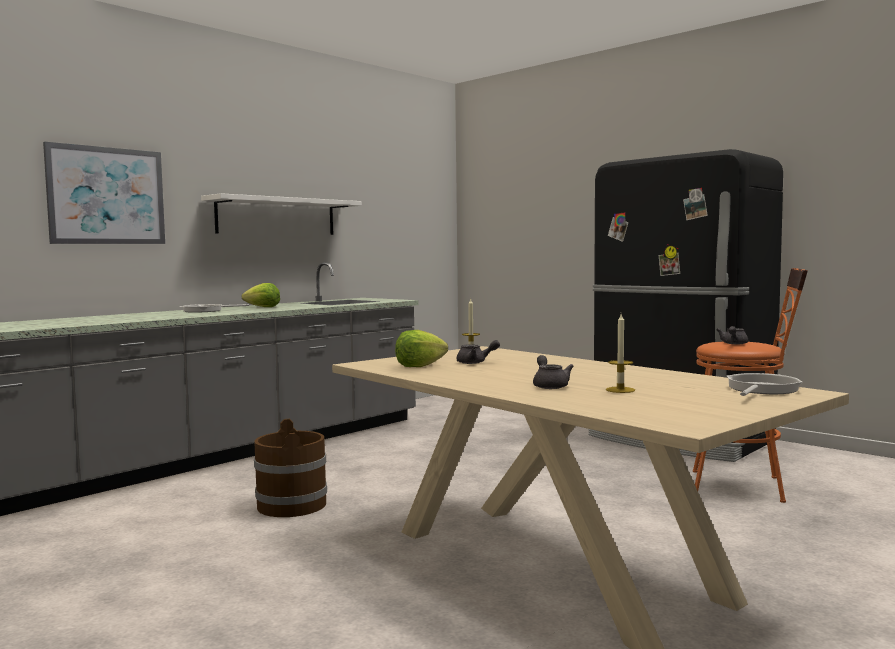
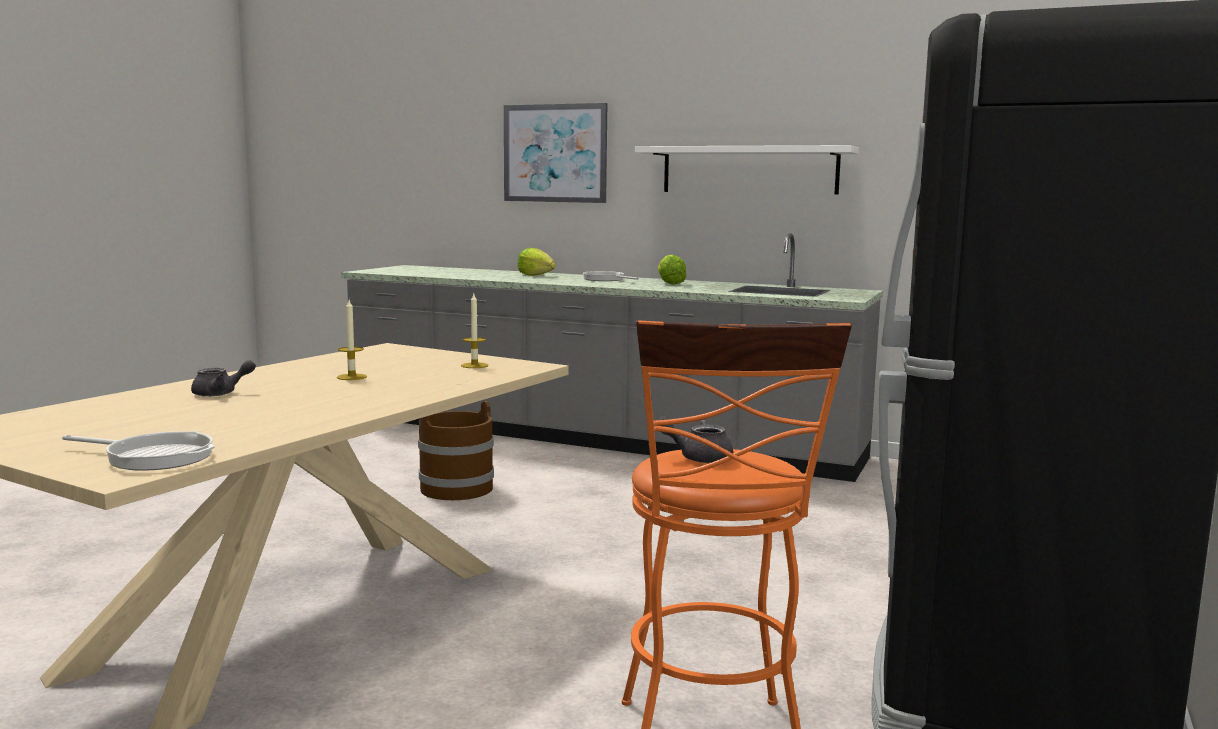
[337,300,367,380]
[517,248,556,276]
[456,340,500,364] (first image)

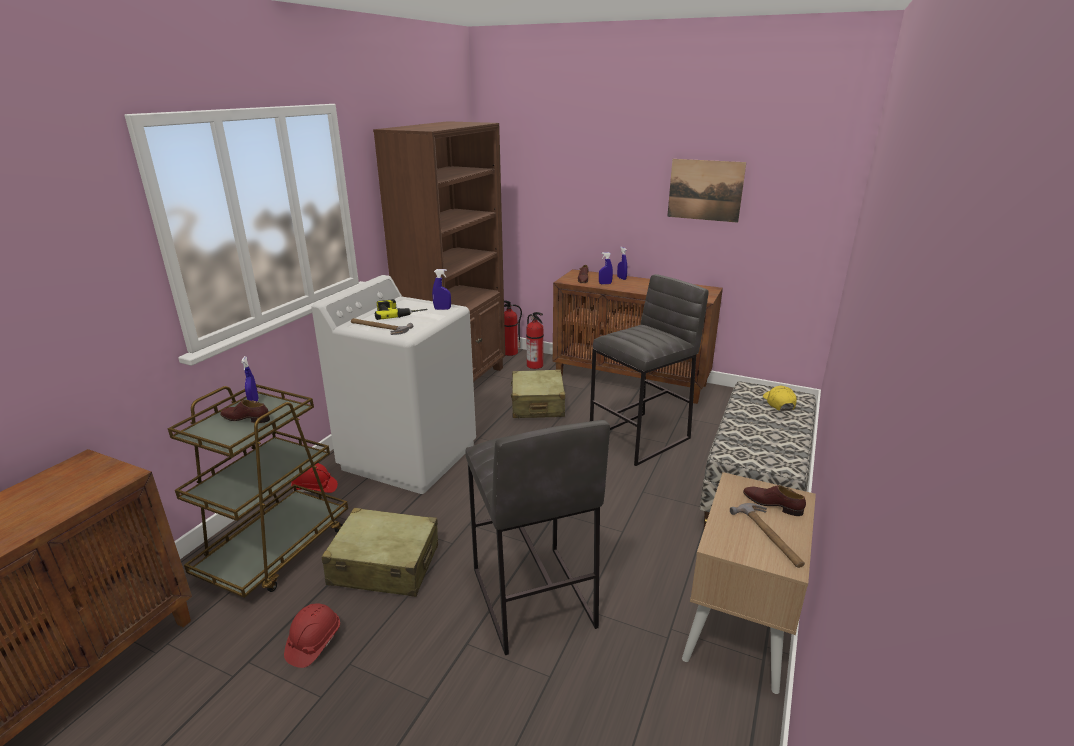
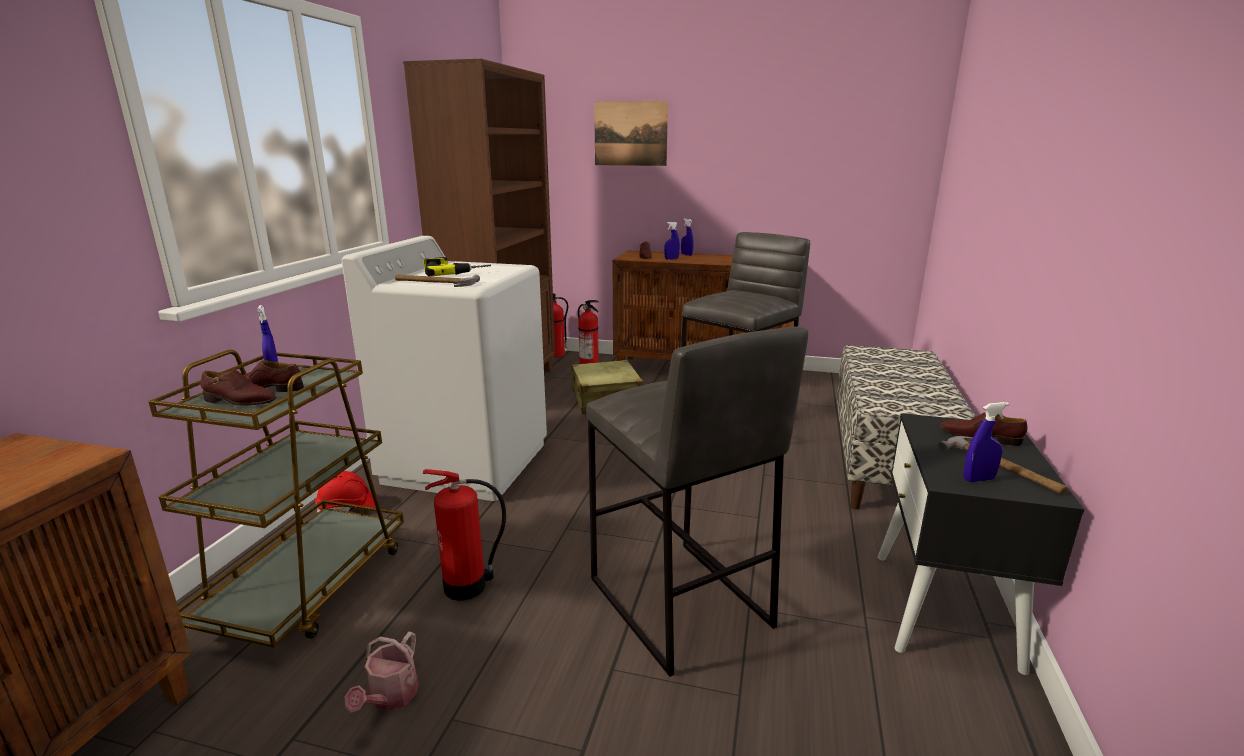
[594,101,668,166]
[963,402,1009,482]
[763,385,797,411] (first image)
[878,413,1084,675]
[423,469,506,601]
[345,632,419,712]
[200,369,276,406]

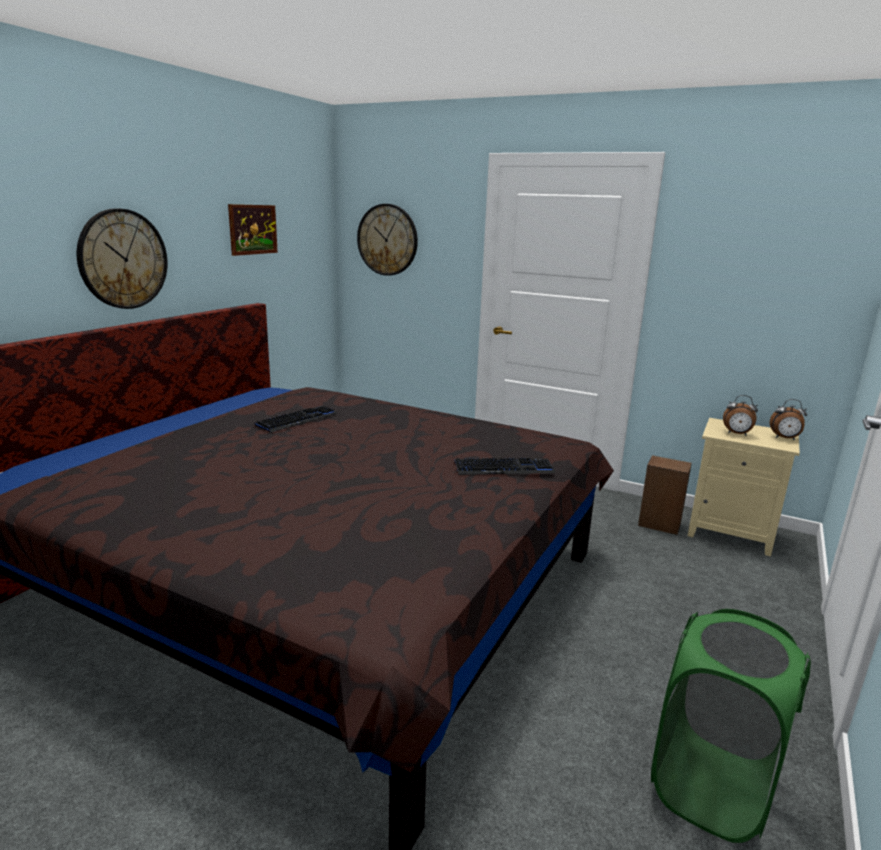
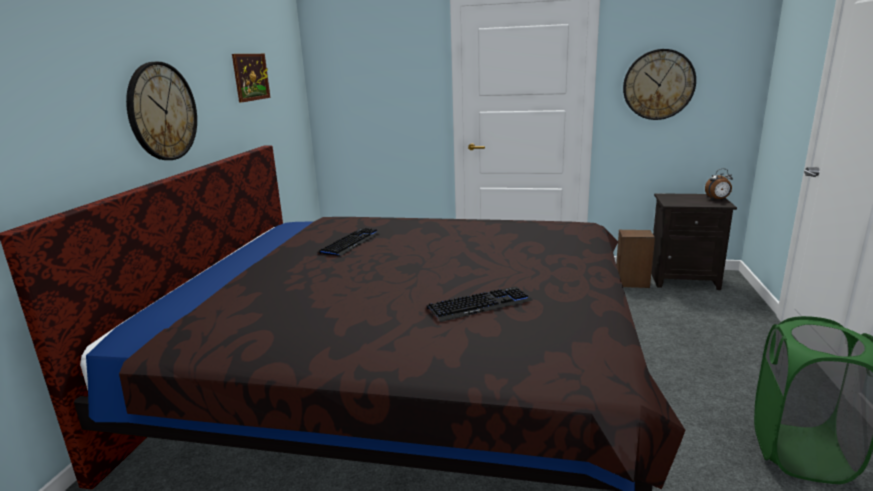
[623,49,696,120]
[723,395,758,435] (first image)
[651,193,737,290]
[427,286,532,322]

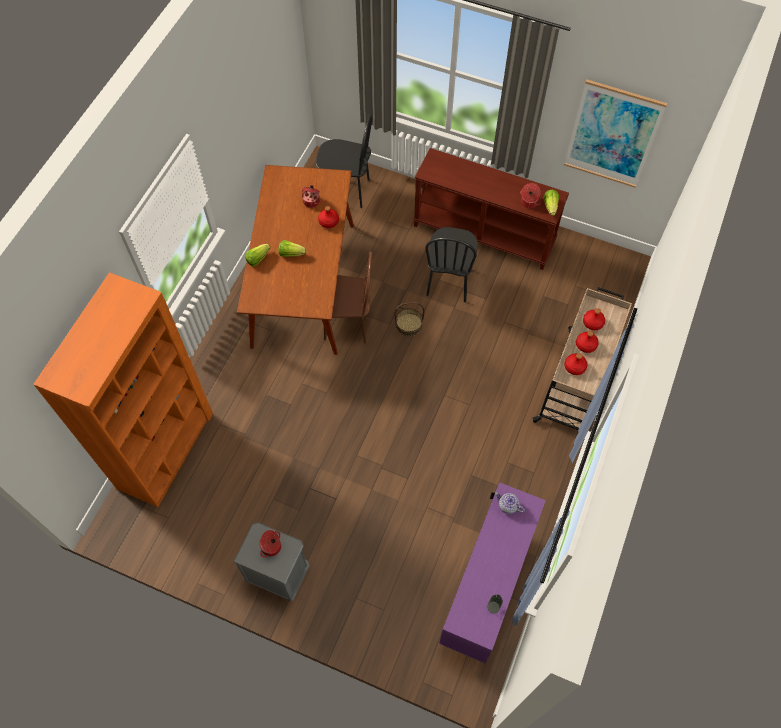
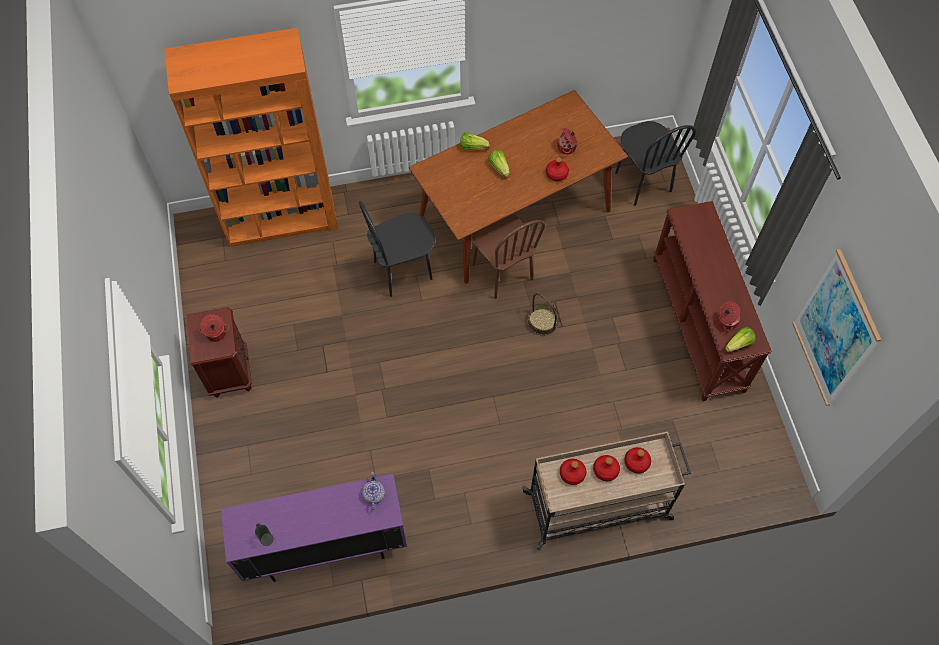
[359,201,435,297]
[186,307,252,398]

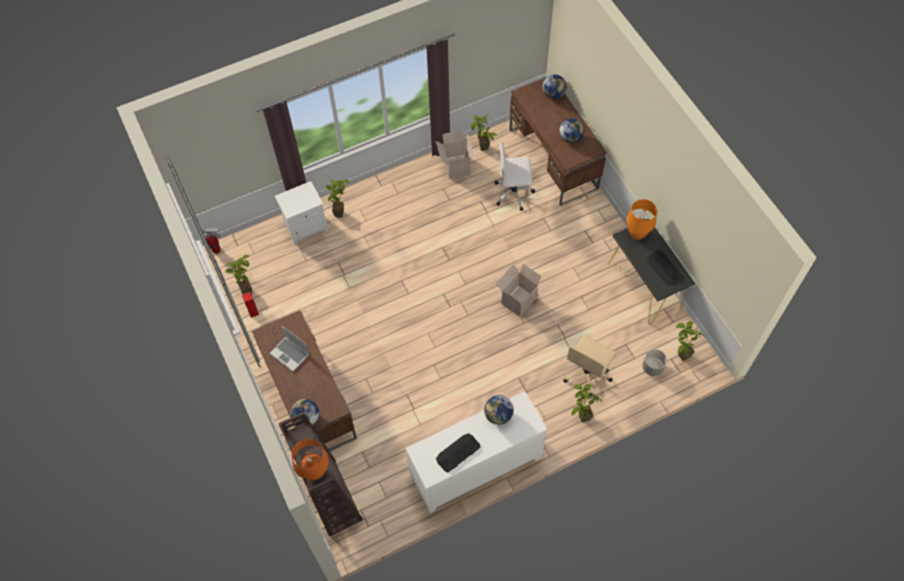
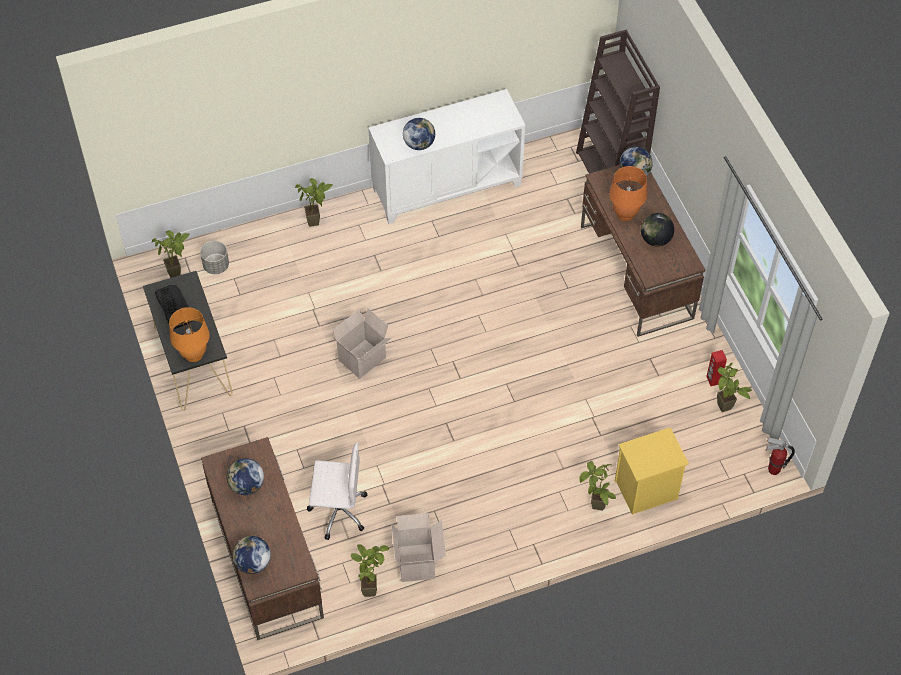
[615,427,689,515]
[641,213,674,247]
[563,334,616,397] (first image)
[436,433,480,472] (first image)
[609,166,647,221]

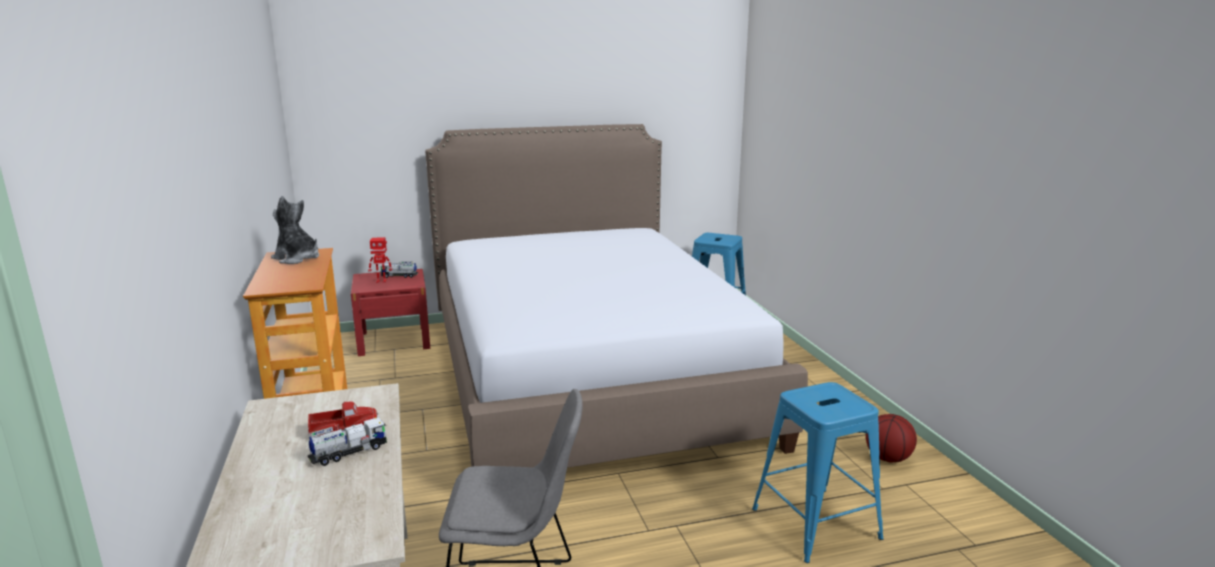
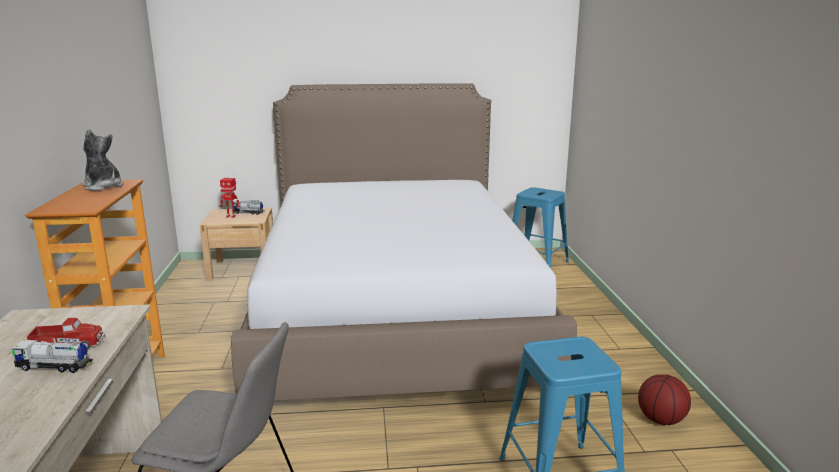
[200,208,273,281]
[12,338,93,373]

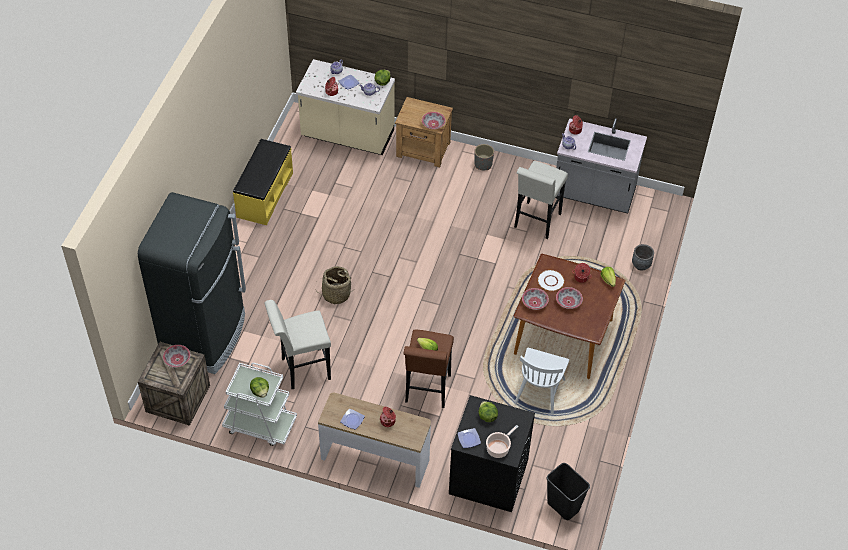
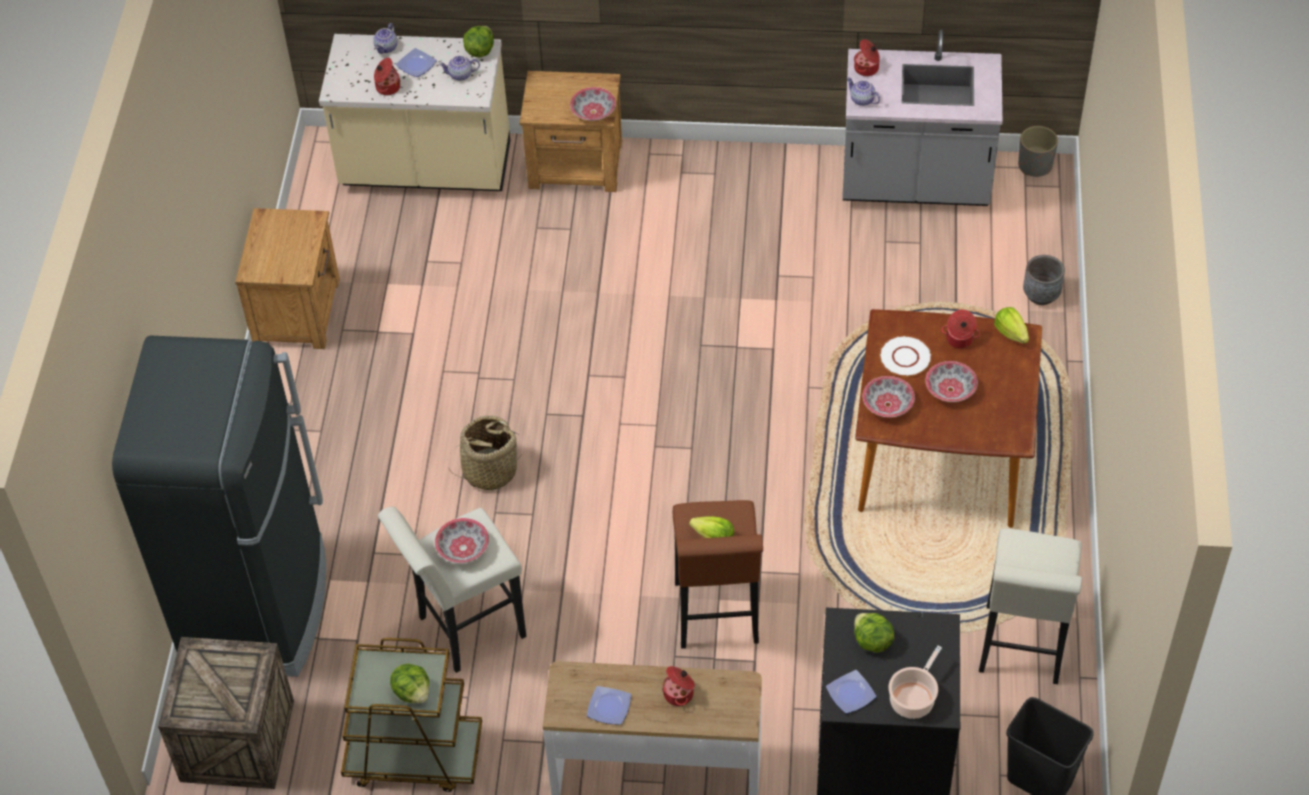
[235,208,340,349]
[1018,126,1058,177]
[979,528,1082,684]
[435,518,489,563]
[514,348,569,415] (first image)
[341,638,482,792]

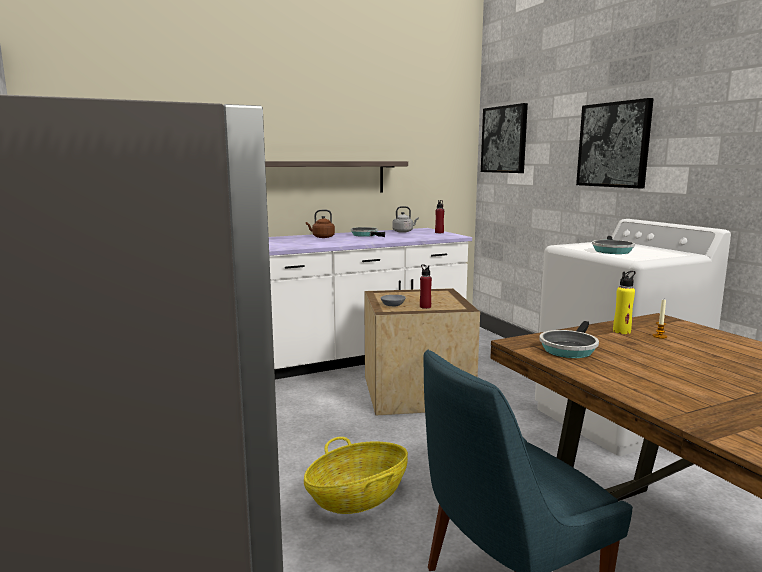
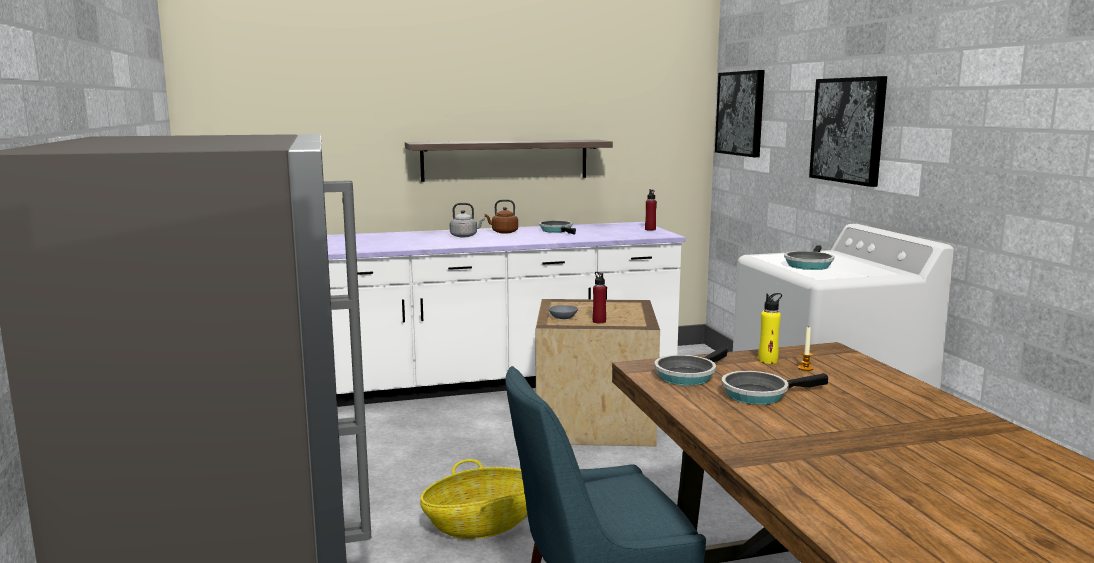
[450,203,485,237]
[722,371,828,405]

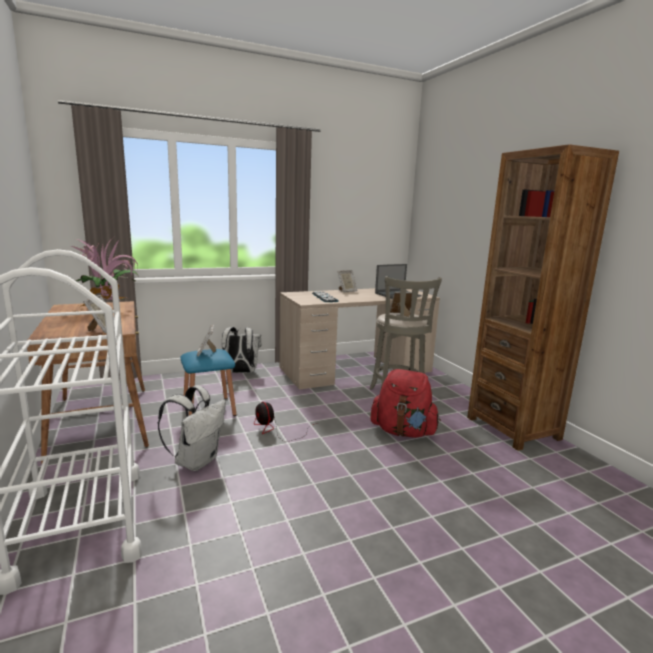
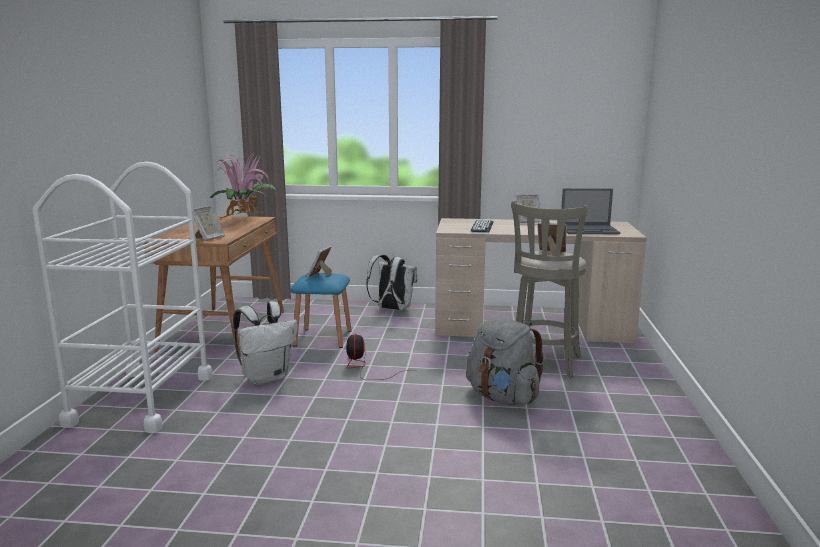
[467,144,619,451] (first image)
[466,317,545,405]

